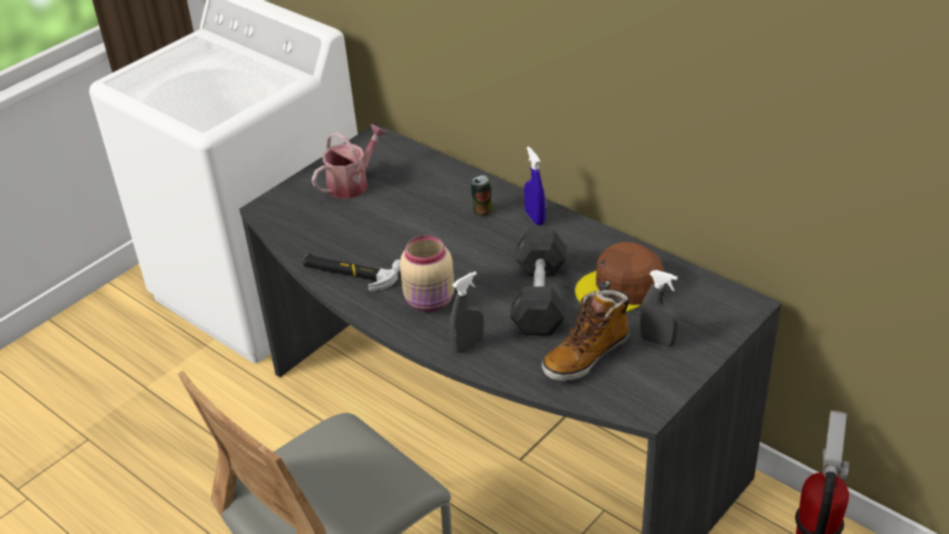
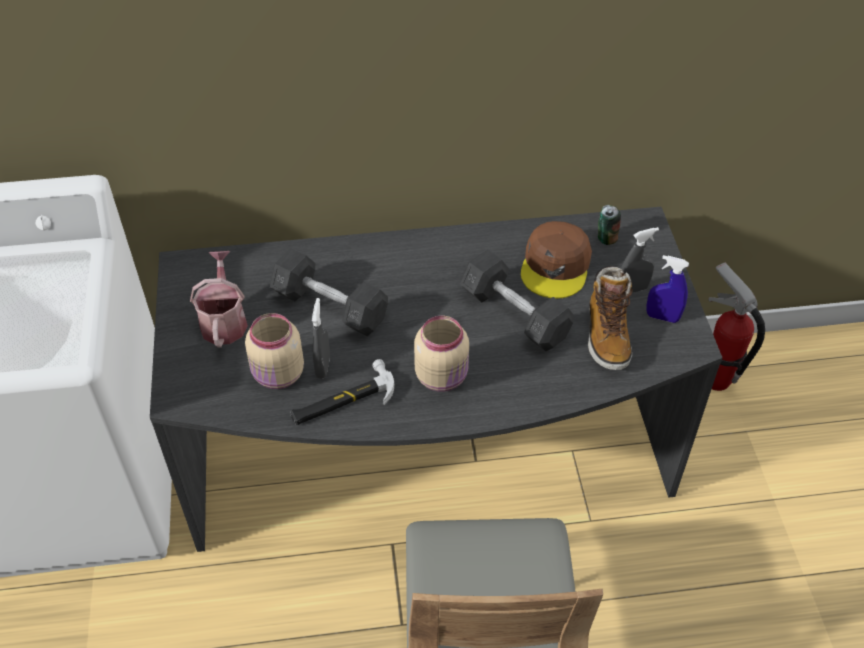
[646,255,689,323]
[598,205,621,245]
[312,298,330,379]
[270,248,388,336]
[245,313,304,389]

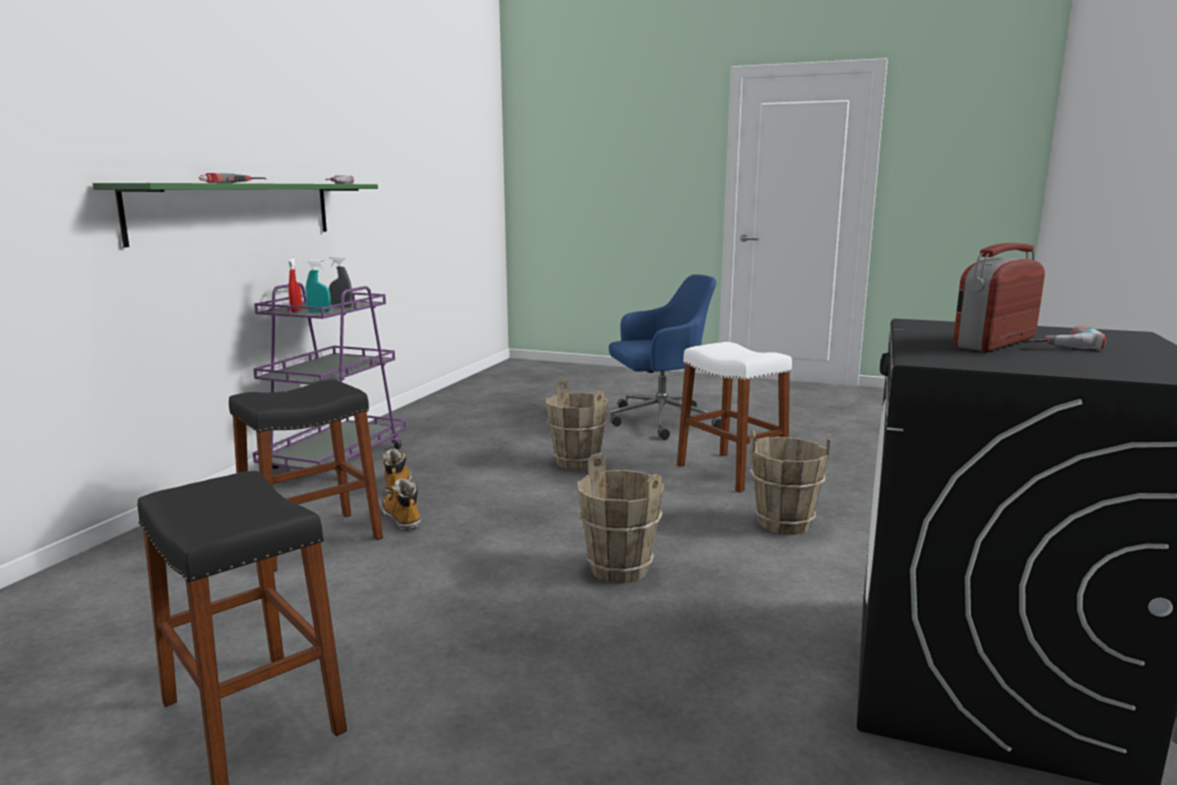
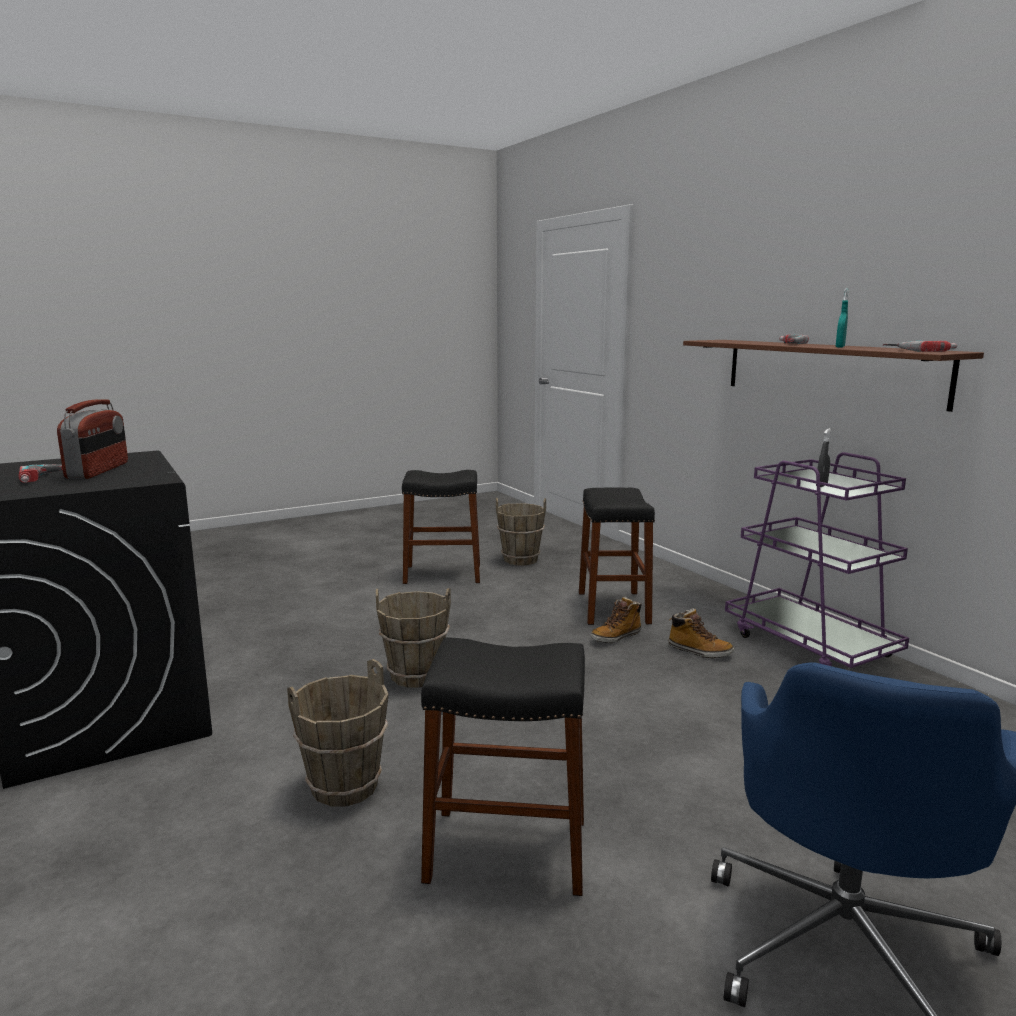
[683,340,984,412]
[288,258,302,312] (first image)
[836,288,849,348]
[421,638,585,896]
[496,498,546,565]
[591,596,642,643]

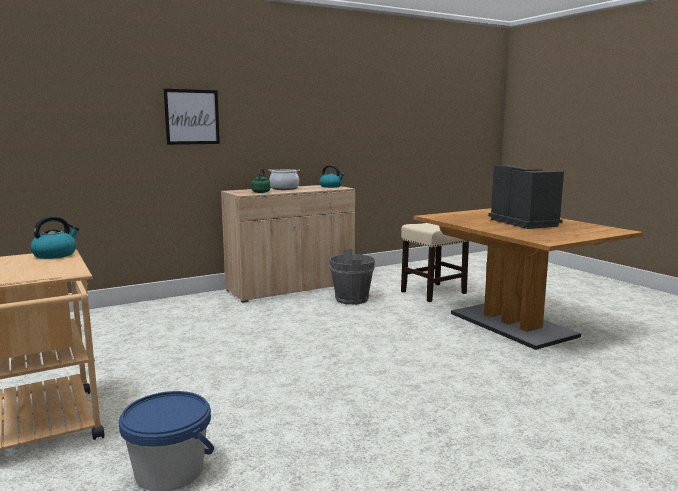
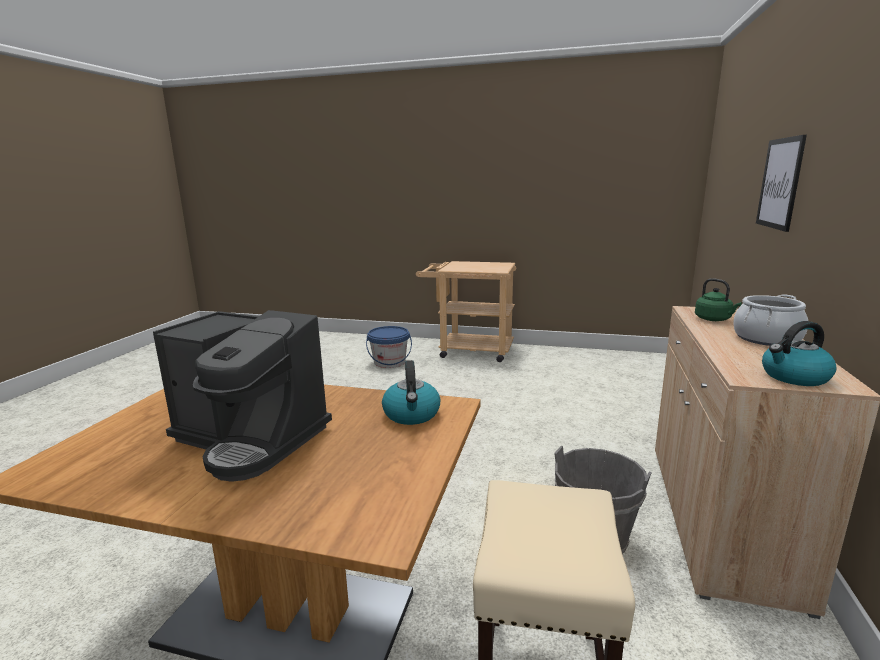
[382,360,440,425]

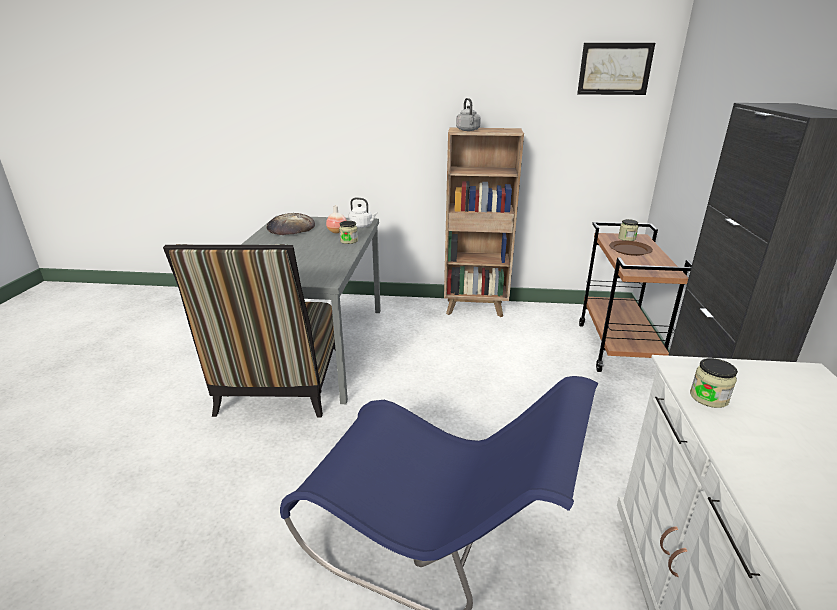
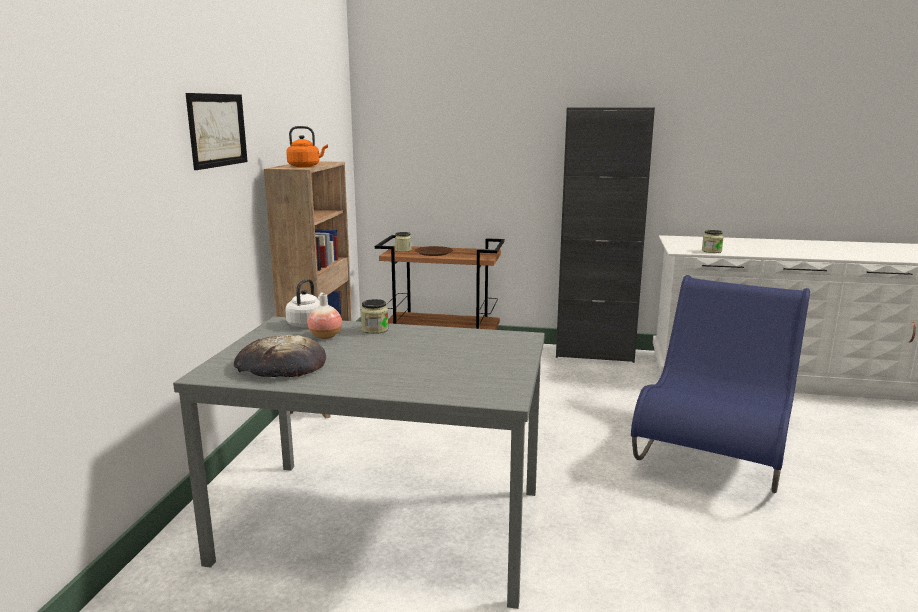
[186,93,248,170]
[286,126,328,167]
[163,244,336,418] (first image)

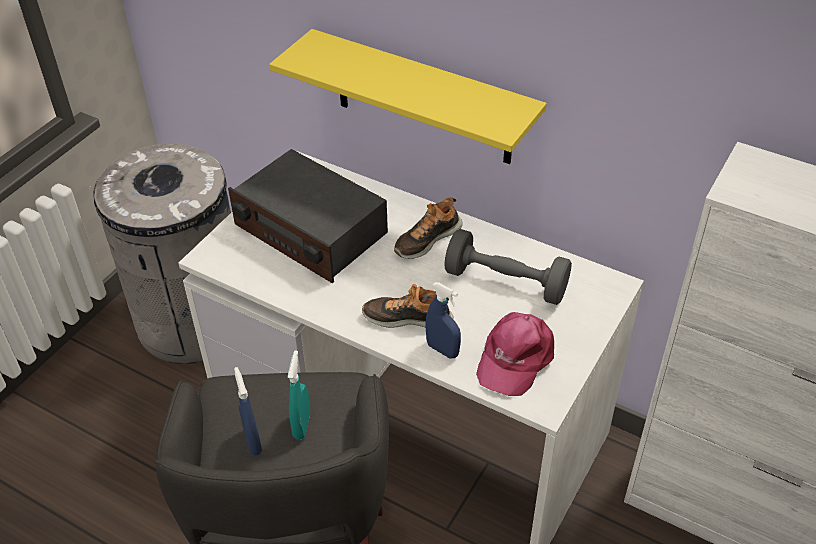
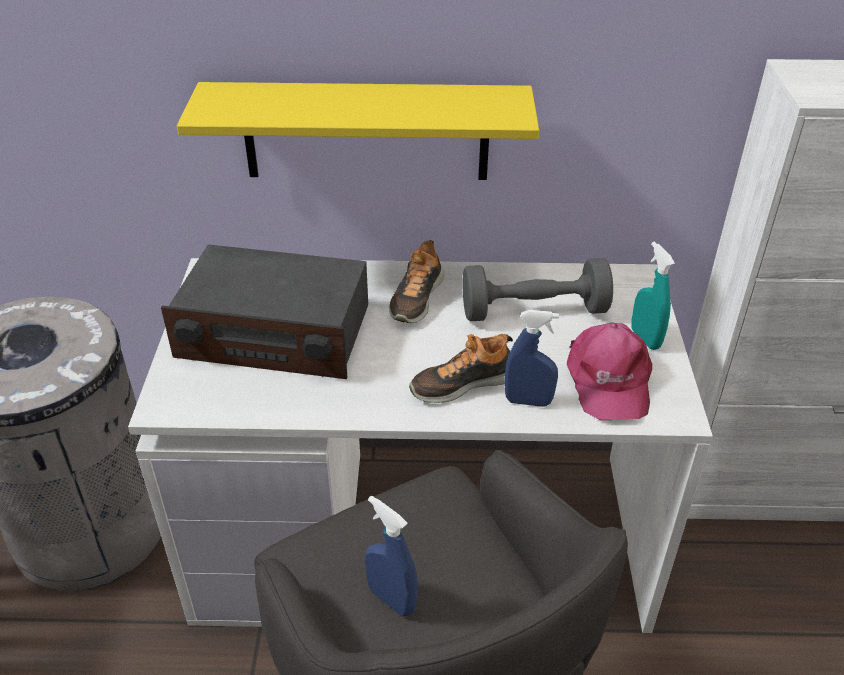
[632,241,675,350]

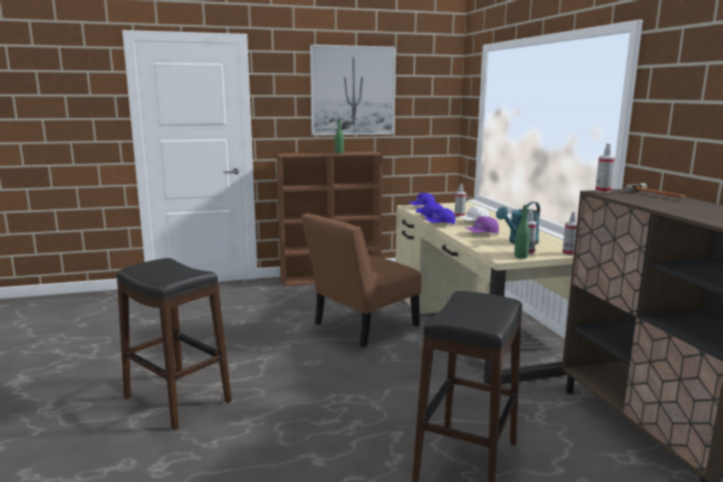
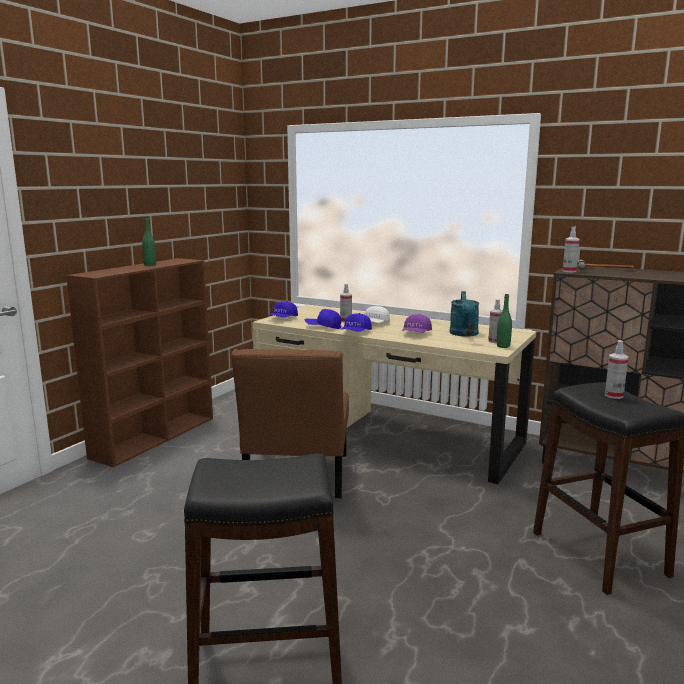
[310,44,396,136] (first image)
[605,340,628,399]

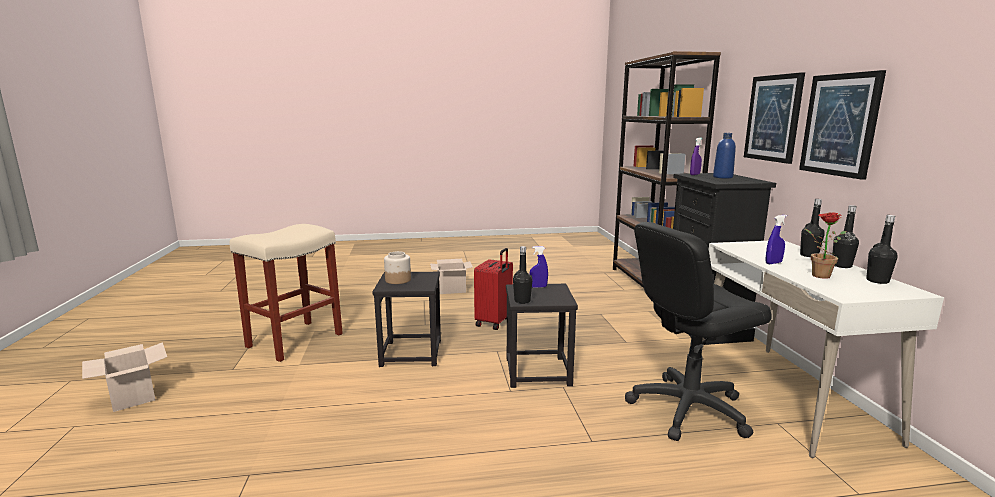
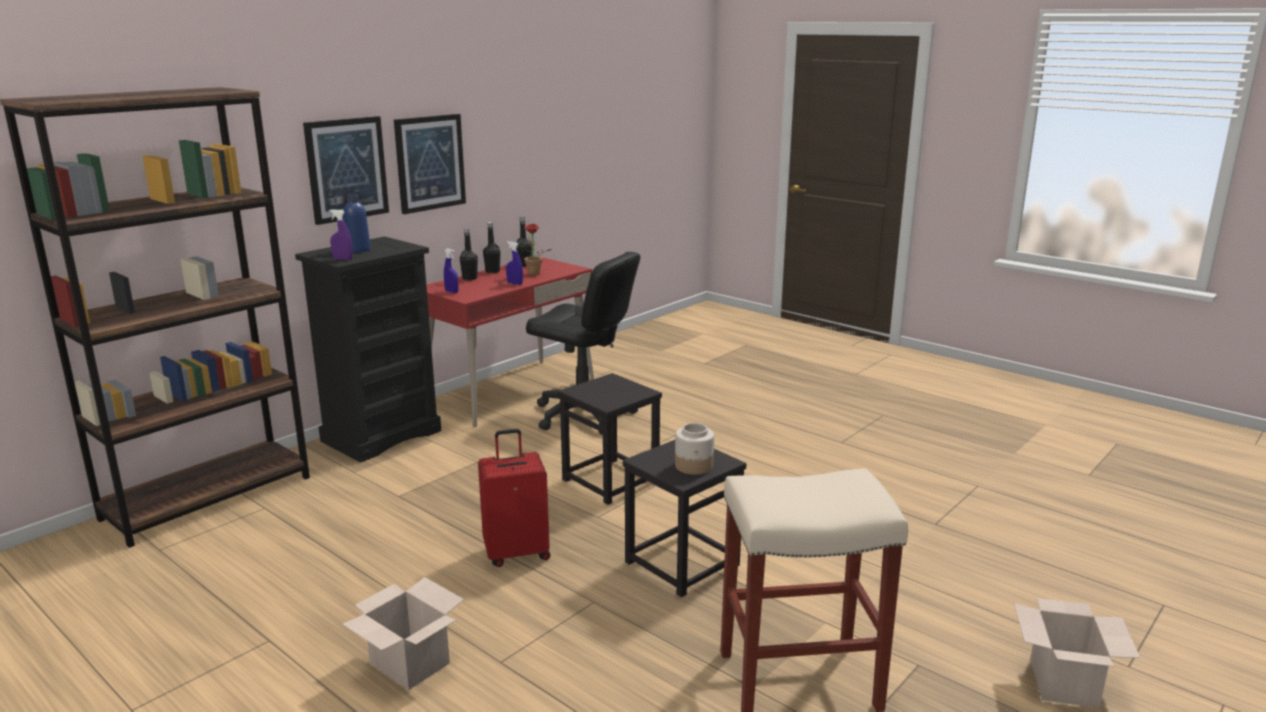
[426,257,594,427]
[513,246,533,304] (first image)
[444,248,459,293]

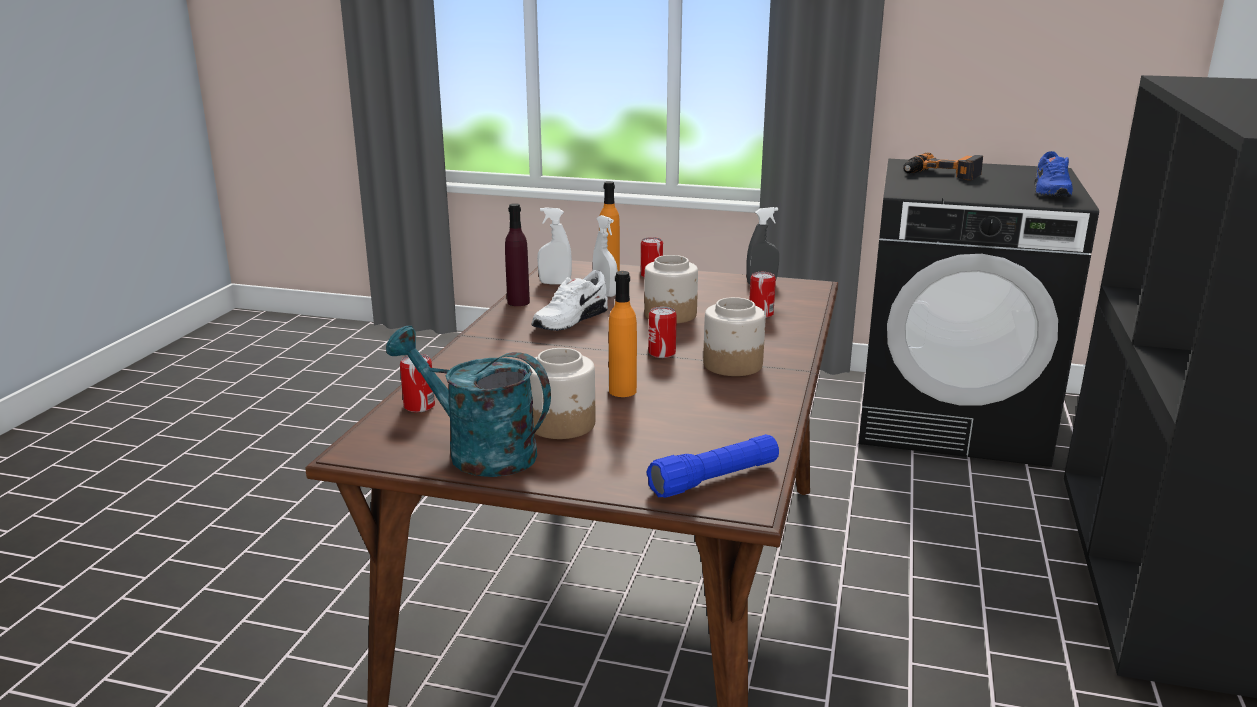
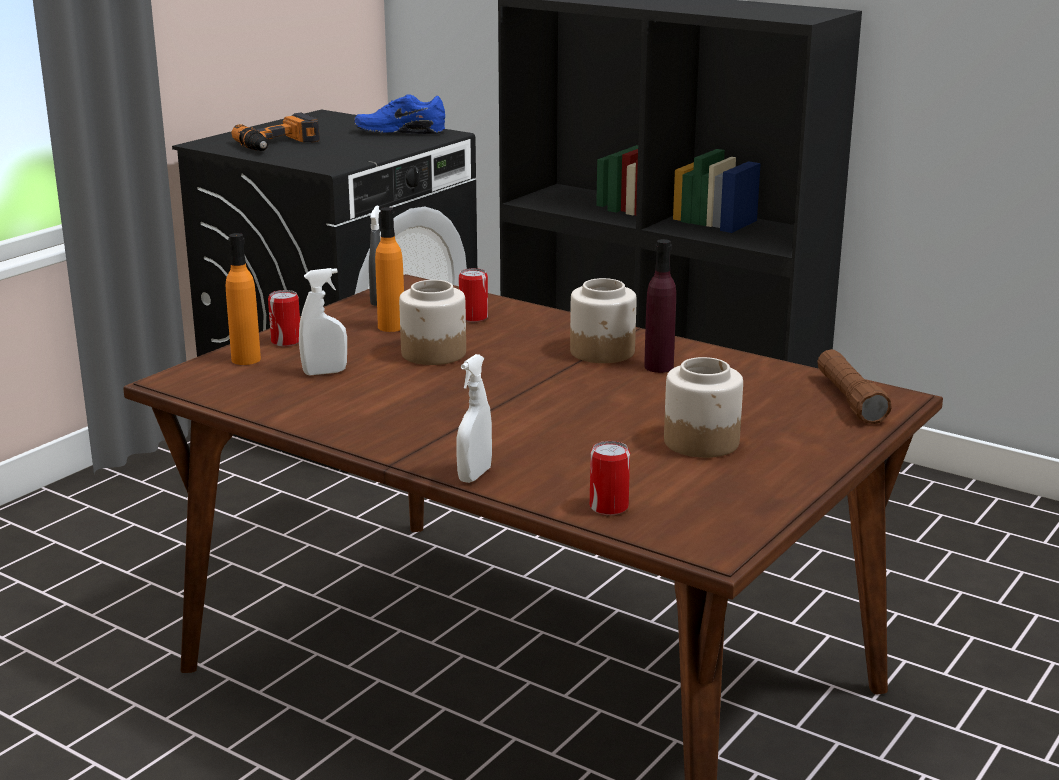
[354,94,445,134]
[644,239,676,373]
[456,354,492,483]
[531,270,608,331] (first image)
[375,207,404,332]
[649,306,677,358] (first image)
[386,326,551,477] (first image)
[817,349,892,424]

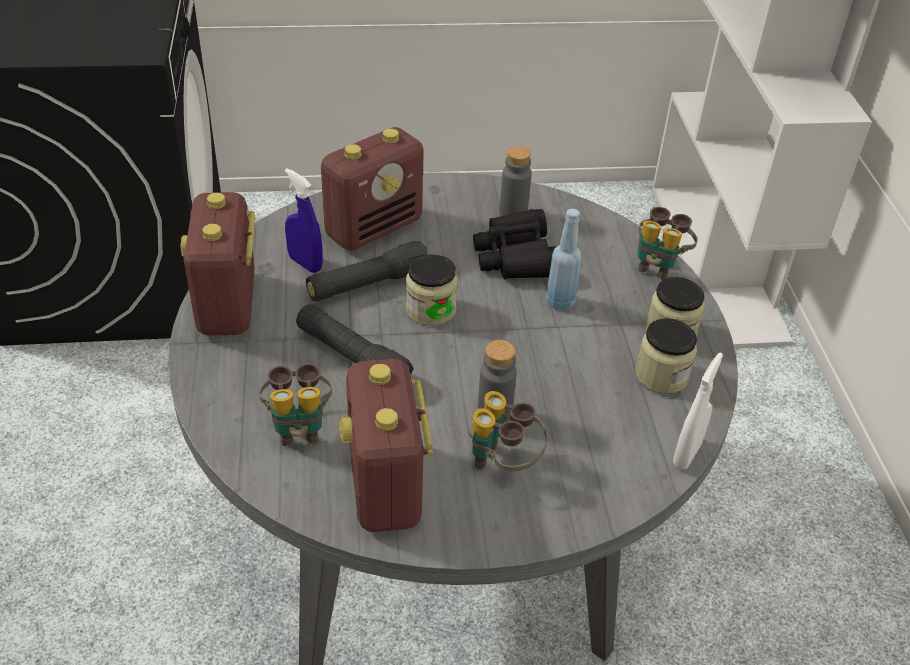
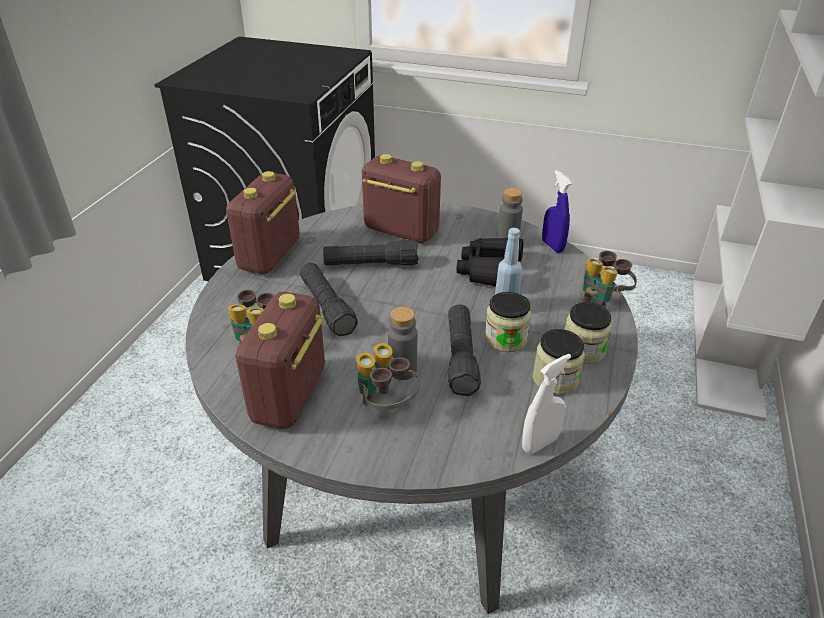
[362,154,441,243]
[542,170,572,253]
[484,292,531,352]
[448,304,481,396]

